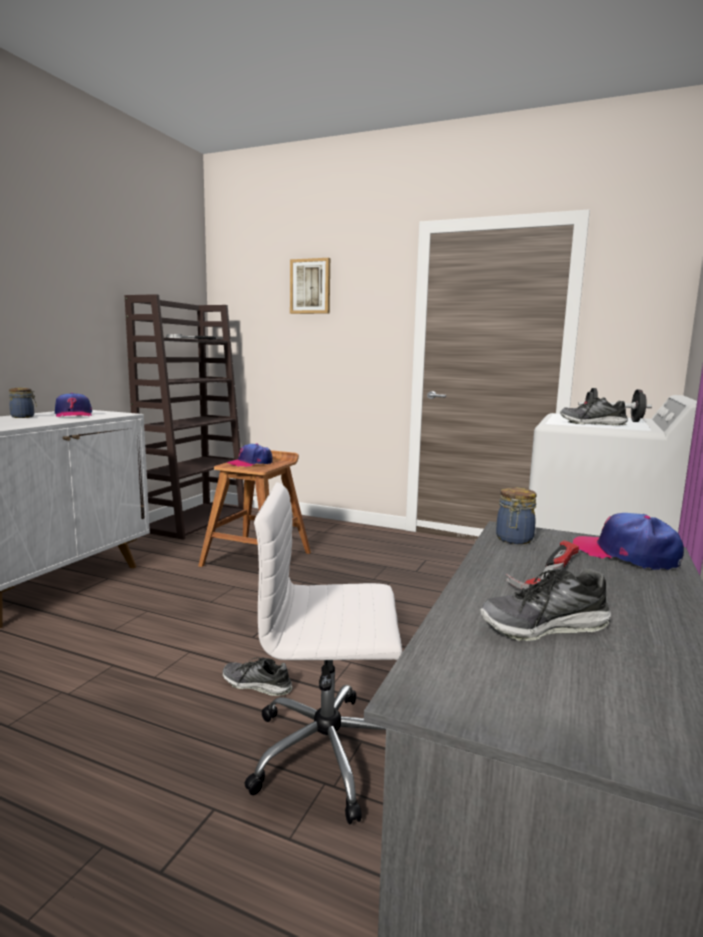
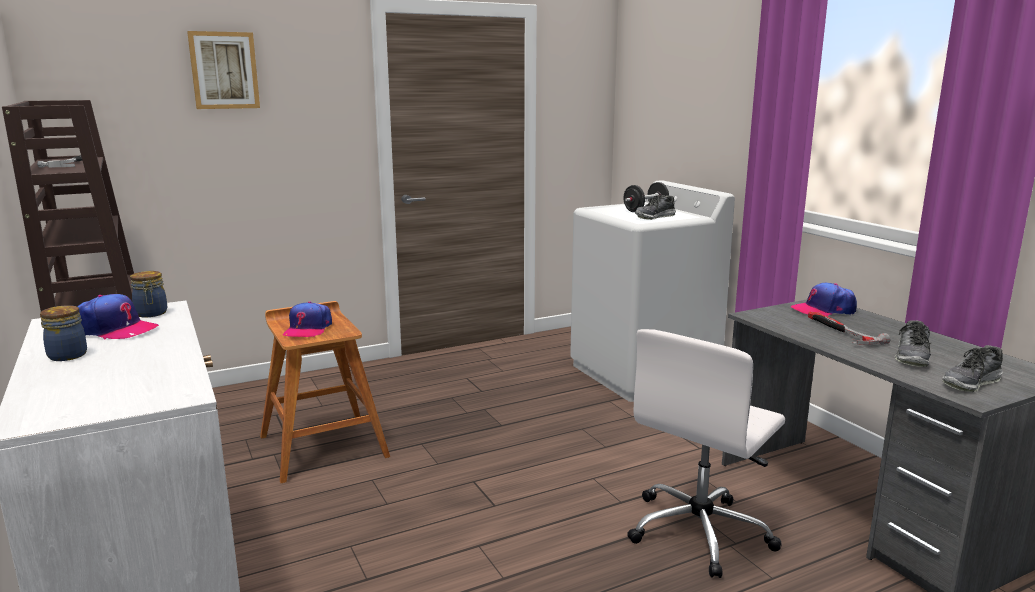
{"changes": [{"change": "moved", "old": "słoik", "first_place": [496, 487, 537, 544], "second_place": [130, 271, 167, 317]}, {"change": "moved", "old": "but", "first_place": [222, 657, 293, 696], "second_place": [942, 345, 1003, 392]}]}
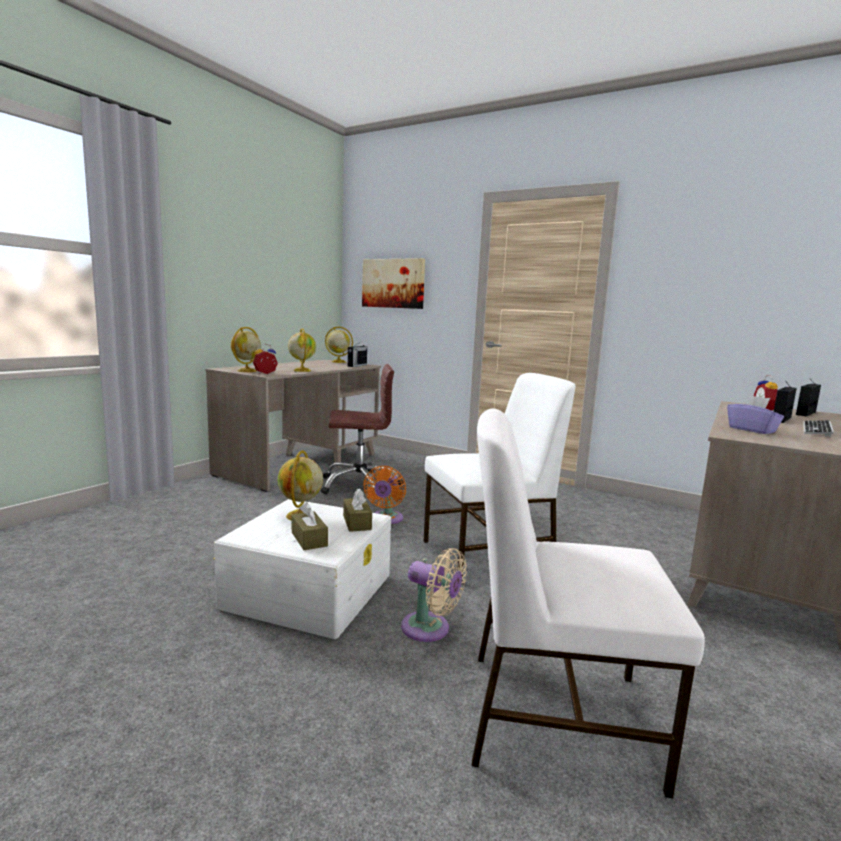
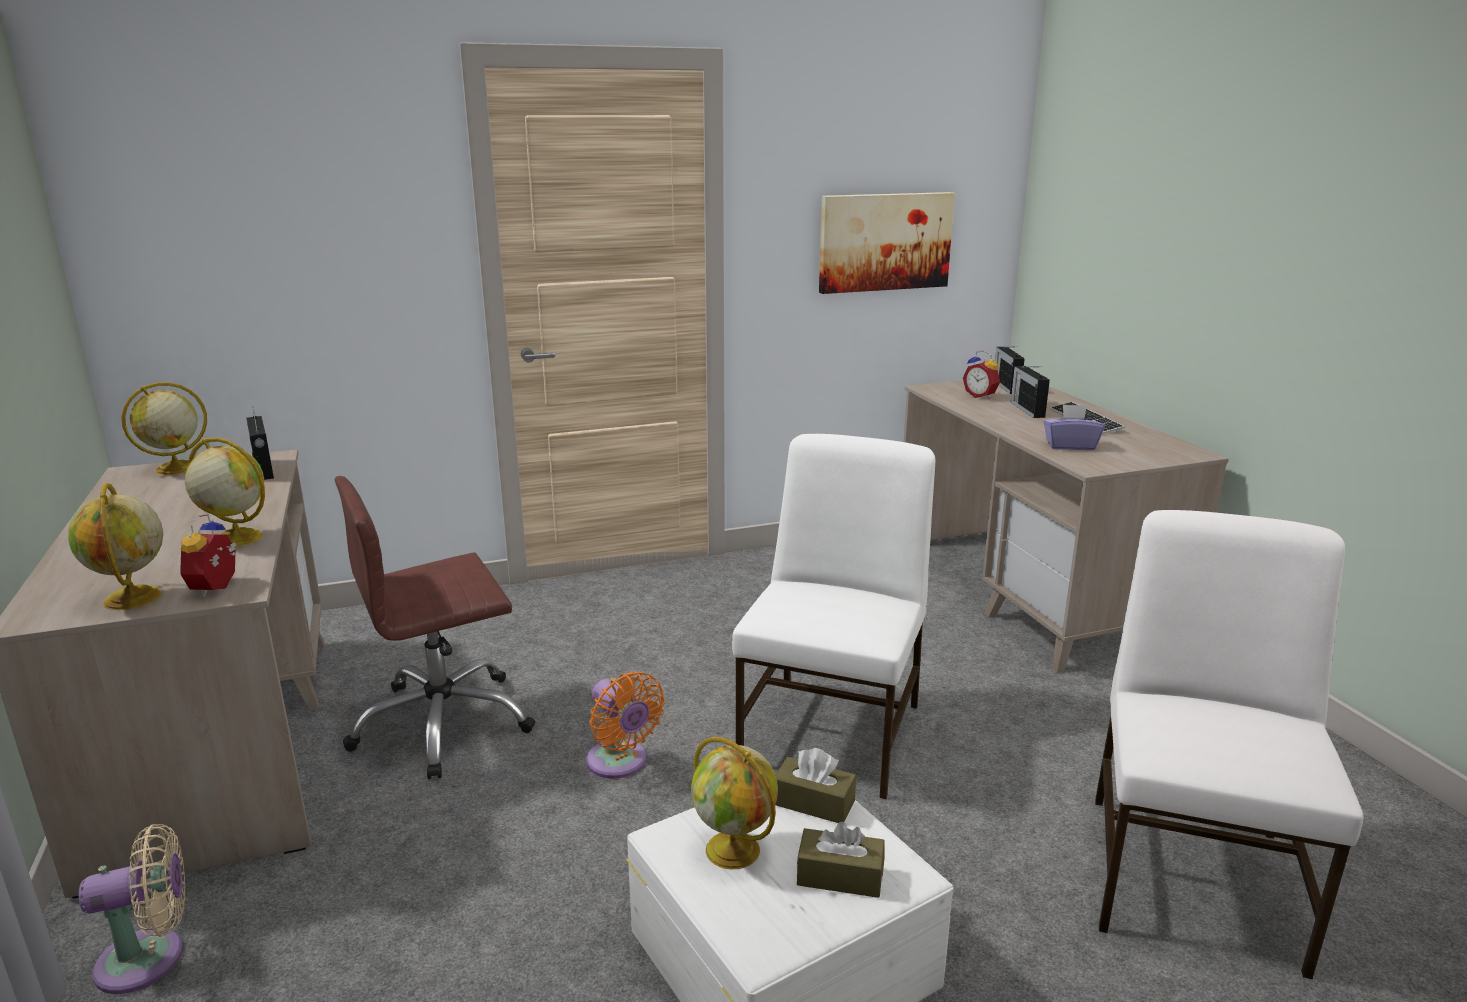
{"changes": [{"change": "moved", "old": "obraz", "first_place": [362, 258, 425, 309], "second_place": [819, 192, 955, 294]}, {"change": "turned", "old": "krzesło biurowe [brązowy]", "first_place": [321, 364, 404, 495], "second_place": [335, 476, 535, 779], "degrees": -150}, {"change": "turned", "old": "krzesło [biały]", "first_place": [472, 408, 705, 798], "second_place": [1095, 510, 1364, 979], "degrees": 150}, {"change": "moved", "old": "wentylator [beżowy]", "first_place": [401, 548, 467, 642], "second_place": [79, 824, 185, 994]}]}
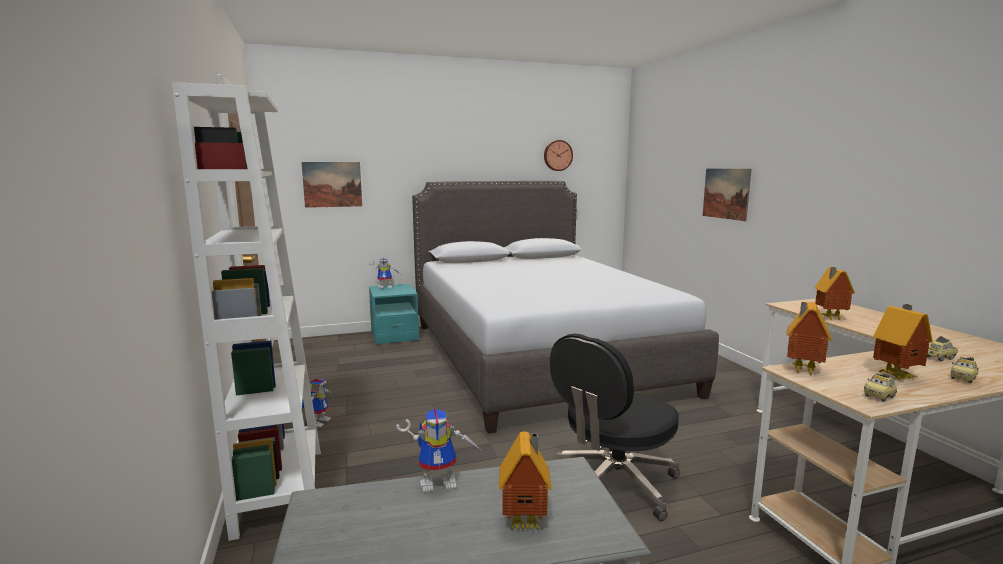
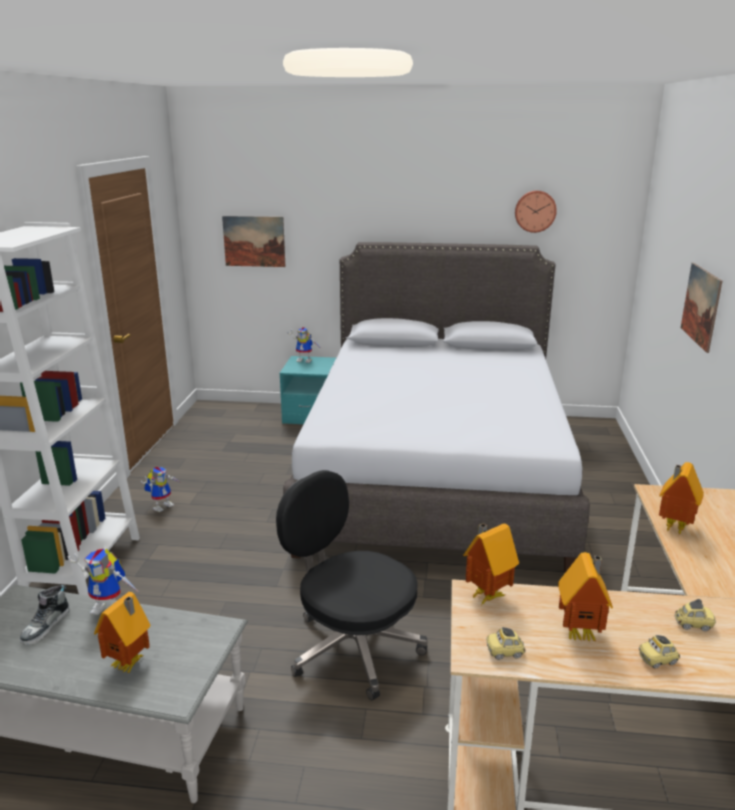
{"changes": [{"change": "turned", "old": "krzesło biurowe [czarny]", "first_place": [550, 333, 680, 521], "second_place": [276, 470, 428, 700], "degrees": 60}, {"change": "added", "new": "but", "second_place": [20, 585, 70, 645]}]}
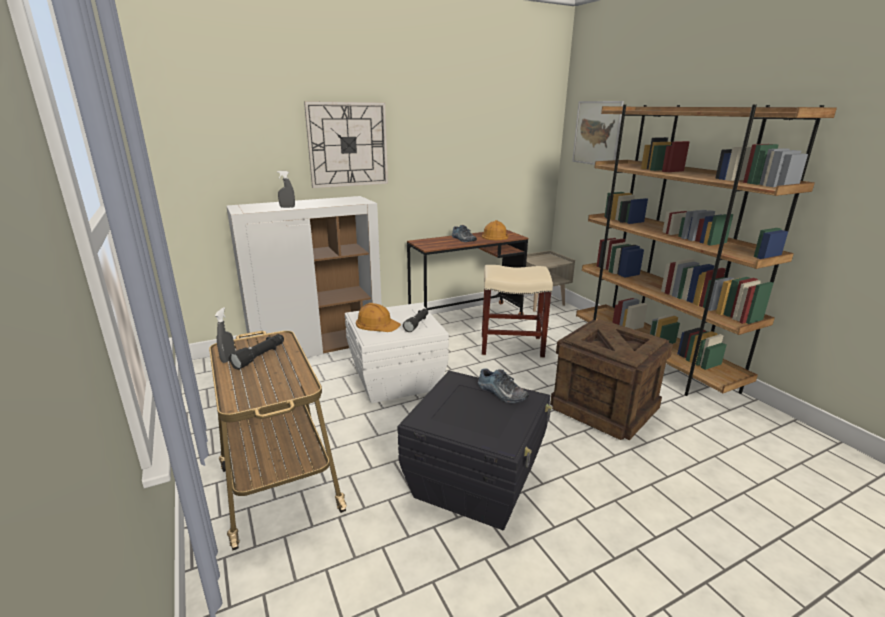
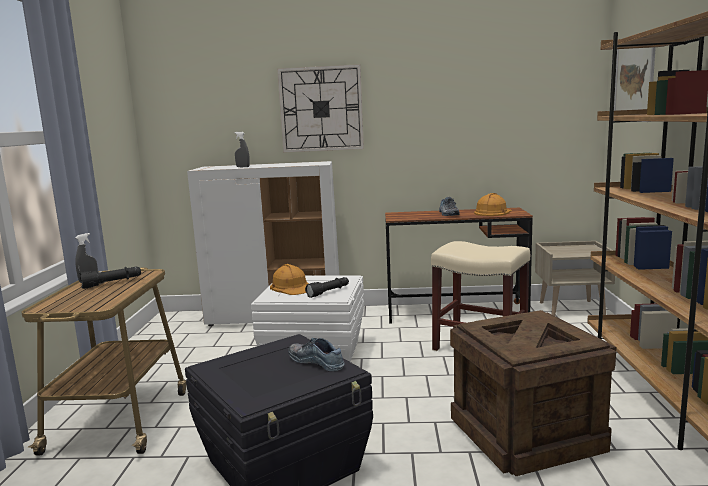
{"changes": [{"change": "turned", "old": "but", "first_place": [478, 368, 529, 403], "second_place": [288, 338, 345, 371], "degrees": 150}]}
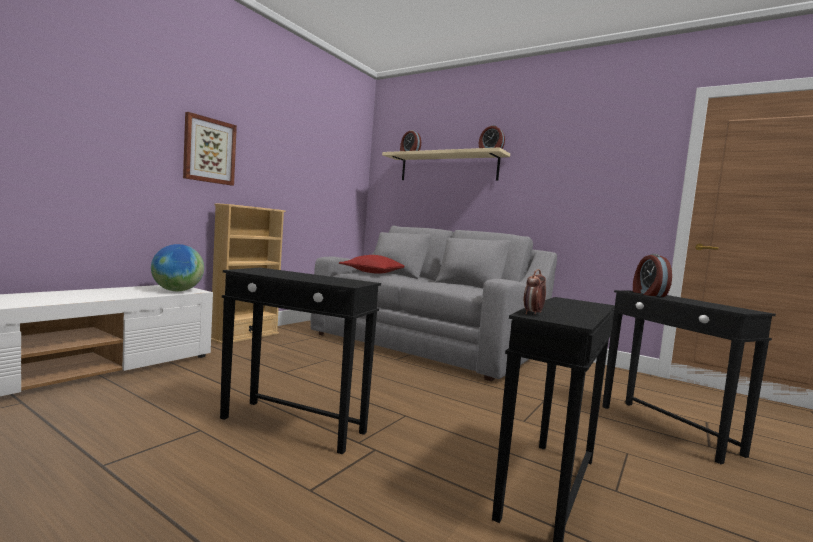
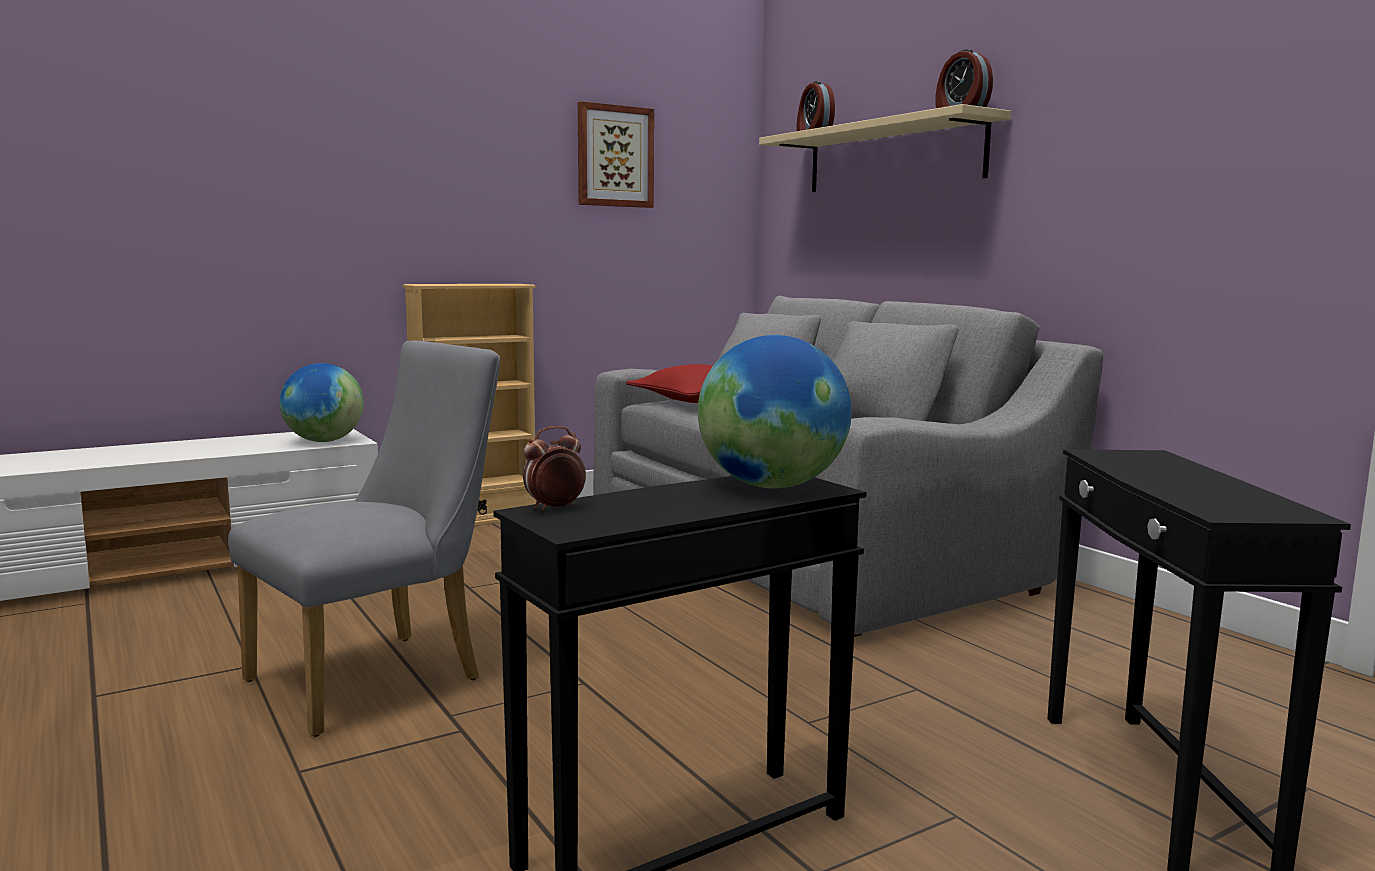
{"changes": [{"change": "moved", "old": "obraz", "first_place": [183, 112, 237, 186], "second_place": [578, 101, 654, 208]}, {"change": "removed", "old": "budzik", "first_place": [633, 254, 672, 297]}, {"change": "replaced", "old": "stolik [czarny]", "new": "krzesło [szary]", "first_place": [220, 267, 381, 454], "second_place": [228, 341, 500, 737]}, {"change": "added", "new": "globus", "second_place": [698, 335, 852, 488]}]}
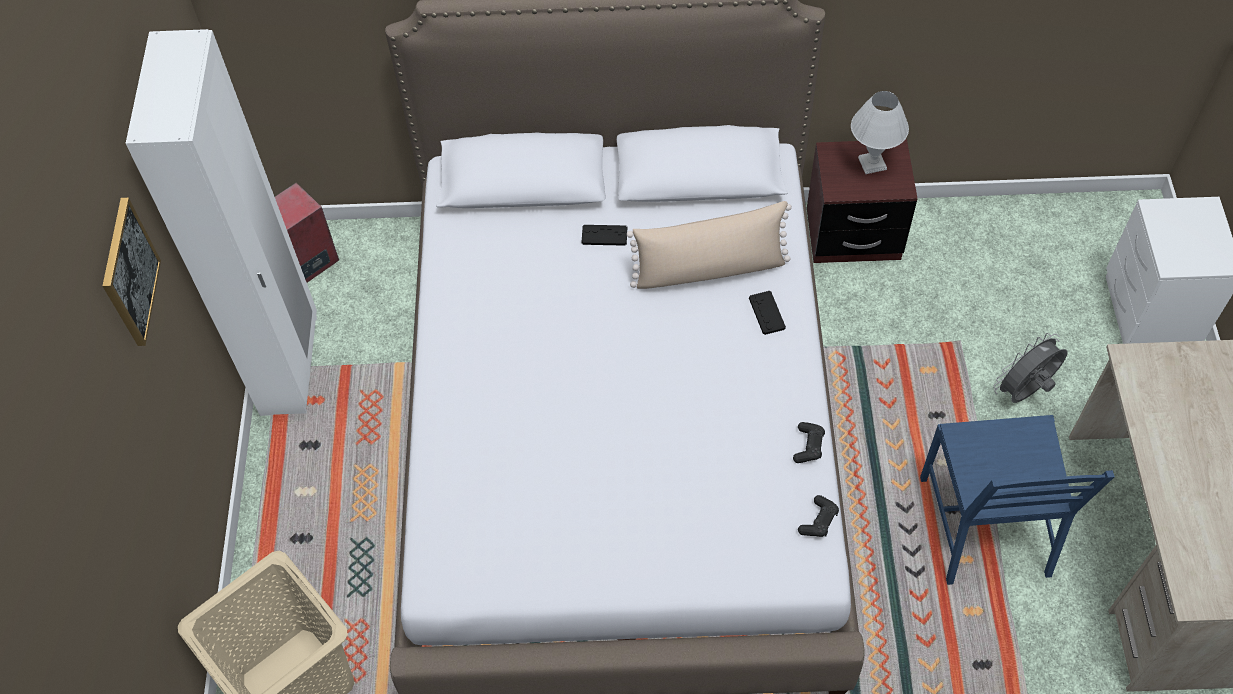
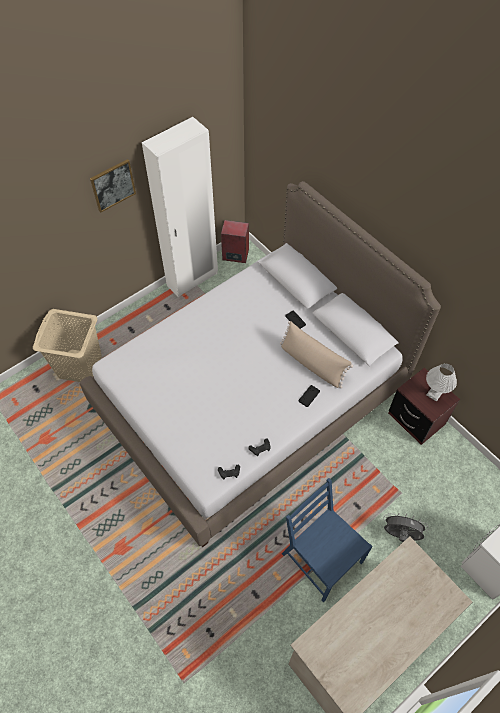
{"changes": [{"change": "turned", "old": "krzesło [niebieski]", "first_place": [920, 415, 1115, 585], "second_place": [282, 478, 373, 602], "degrees": 90}]}
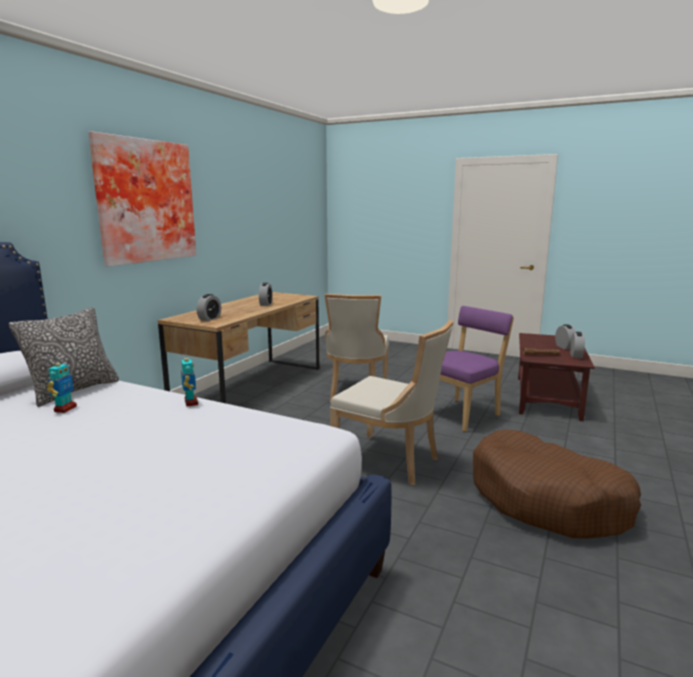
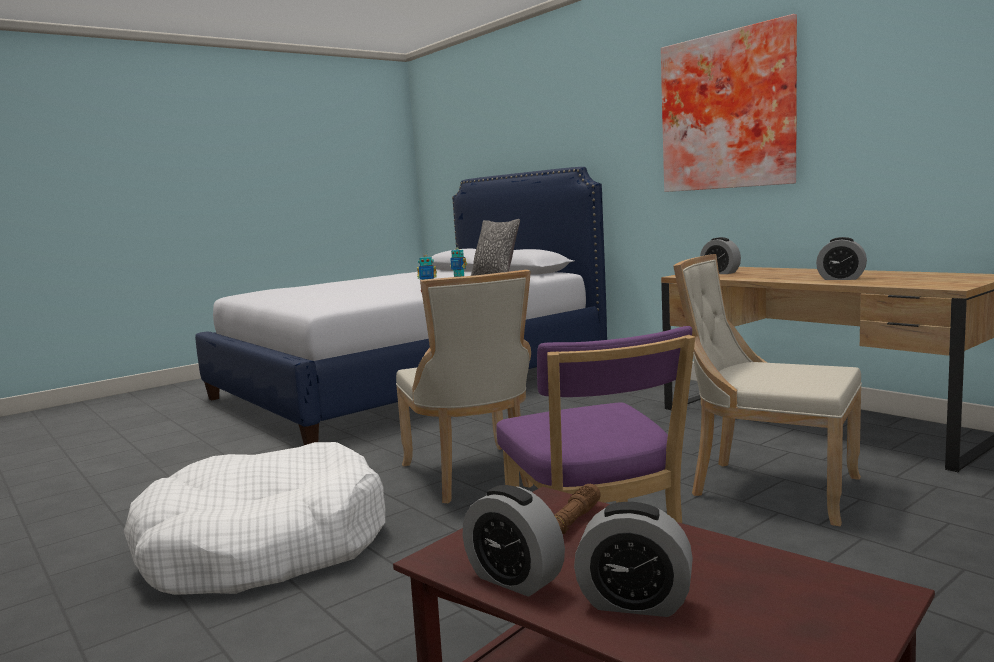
{"changes": [{"change": "turned", "old": "krzesło [beżowy]", "first_place": [330, 320, 454, 486], "second_place": [396, 270, 533, 503], "degrees": -75}, {"change": "recoloured", "old": "legowisko [brązowy]", "new": "legowisko [biały]", "first_place": [473, 429, 641, 539], "second_place": [124, 442, 385, 595]}]}
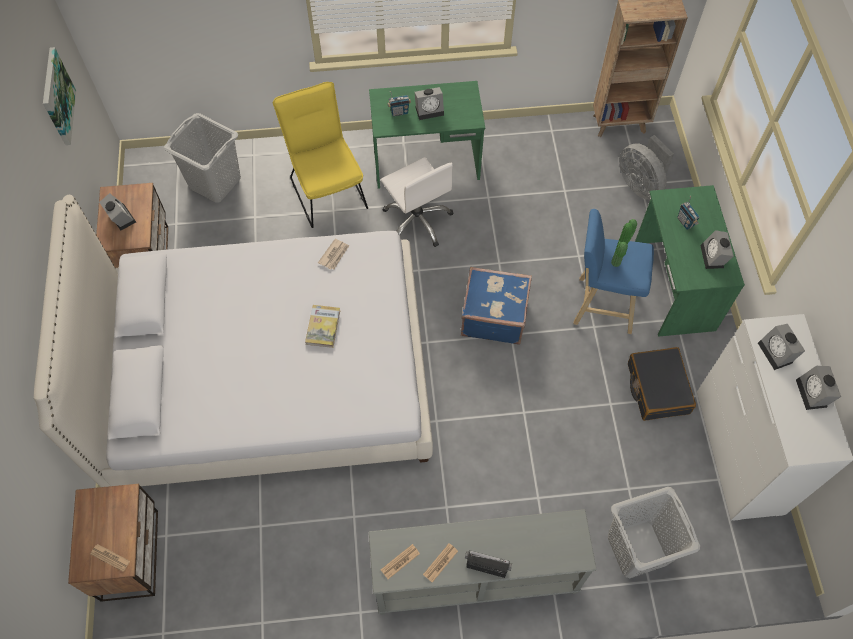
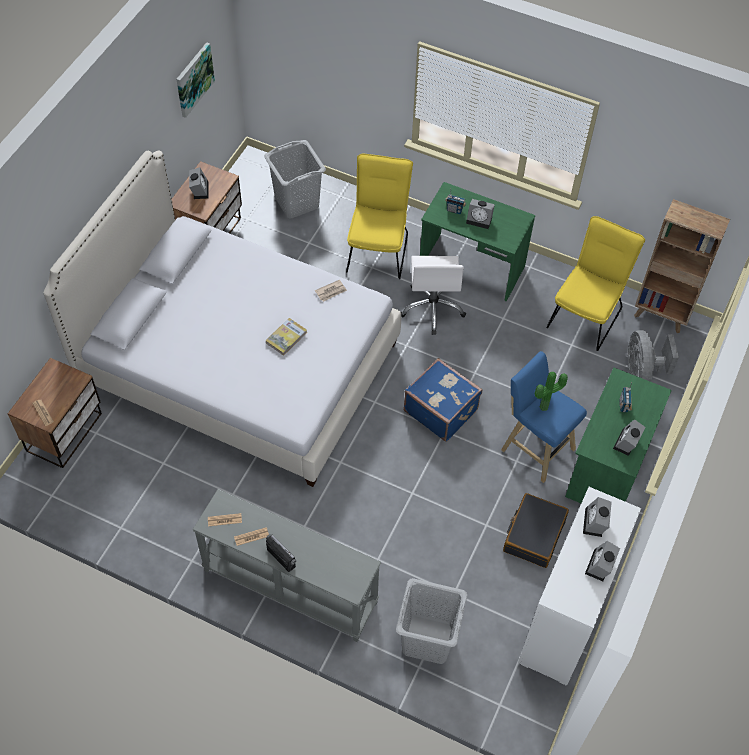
{"changes": [{"change": "added", "new": "krzesło [żółty]", "second_place": [546, 216, 645, 351]}]}
